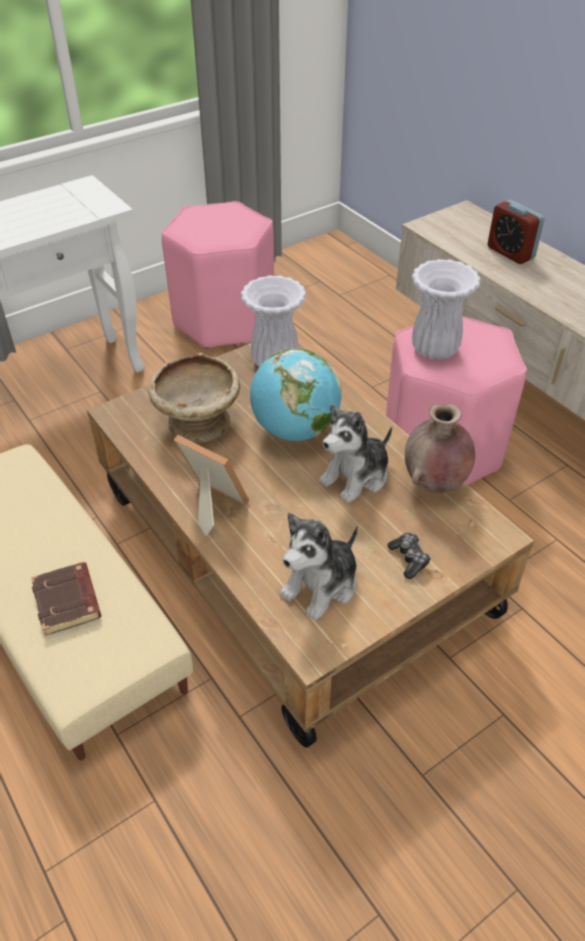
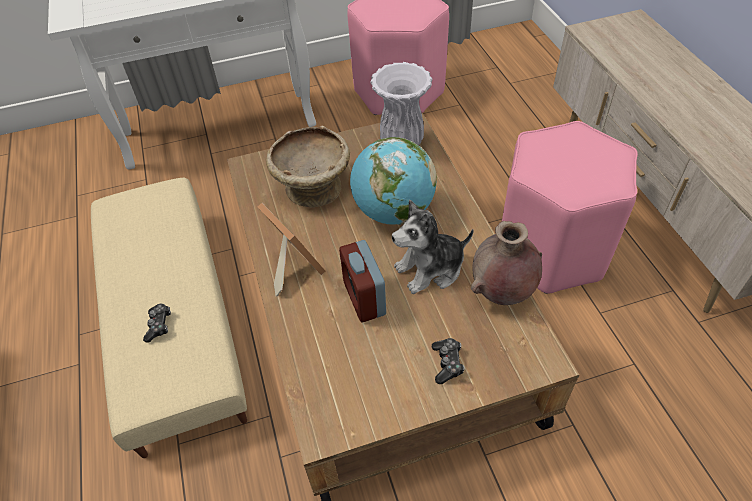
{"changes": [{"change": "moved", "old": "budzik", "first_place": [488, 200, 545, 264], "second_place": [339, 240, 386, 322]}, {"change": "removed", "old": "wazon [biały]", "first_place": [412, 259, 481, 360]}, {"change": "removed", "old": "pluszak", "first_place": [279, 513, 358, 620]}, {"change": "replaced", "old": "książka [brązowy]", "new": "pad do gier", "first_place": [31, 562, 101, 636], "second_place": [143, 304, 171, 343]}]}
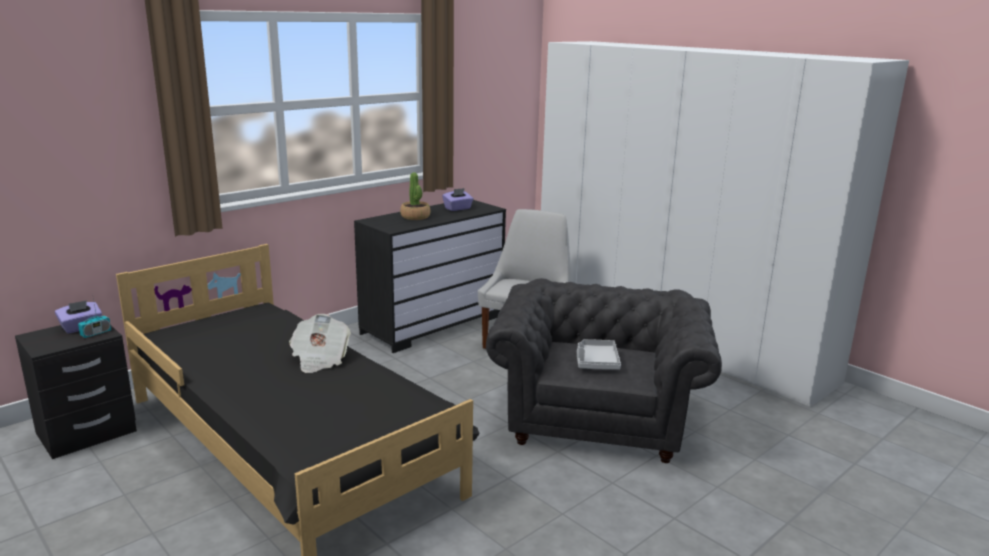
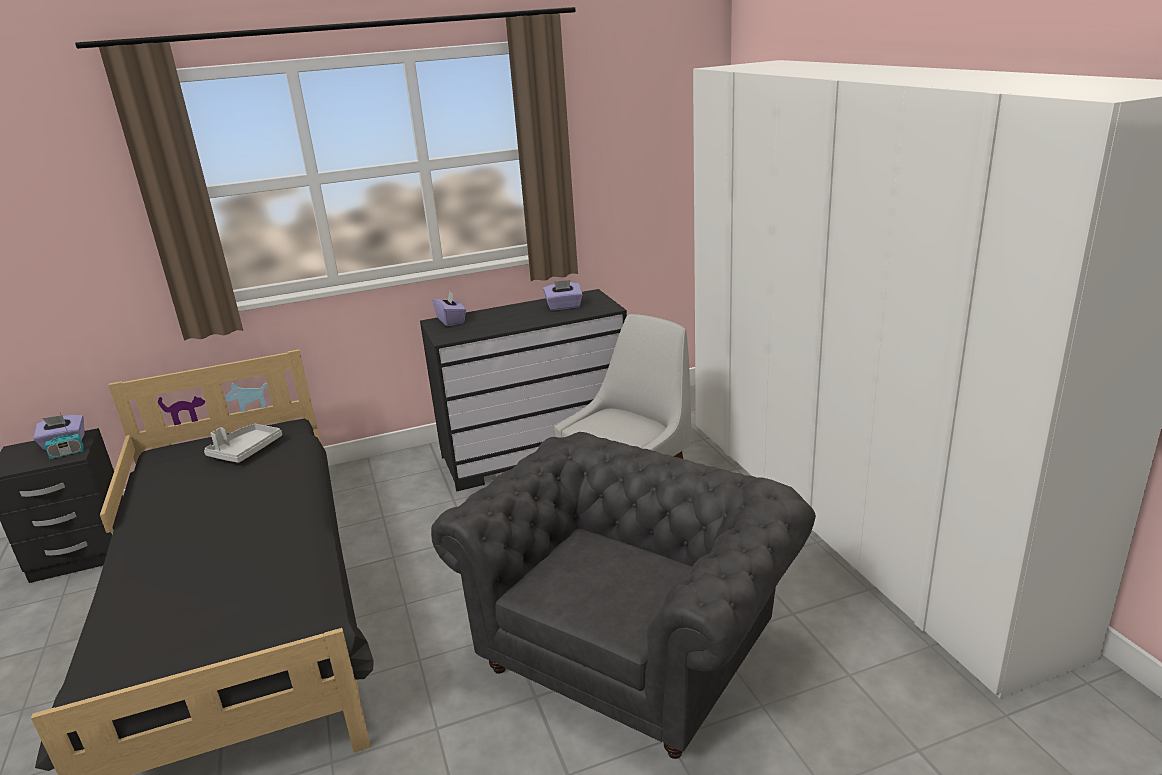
{"changes": [{"change": "removed", "old": "roślina doniczkowa", "first_place": [400, 172, 431, 220]}, {"change": "removed", "old": "gazeta", "first_place": [289, 314, 351, 373]}, {"change": "moved", "old": "taca [szary]", "first_place": [577, 339, 621, 370], "second_place": [204, 424, 282, 463]}, {"change": "added", "new": "pudełko chusteczek [fioletowy]", "second_place": [433, 291, 466, 326]}]}
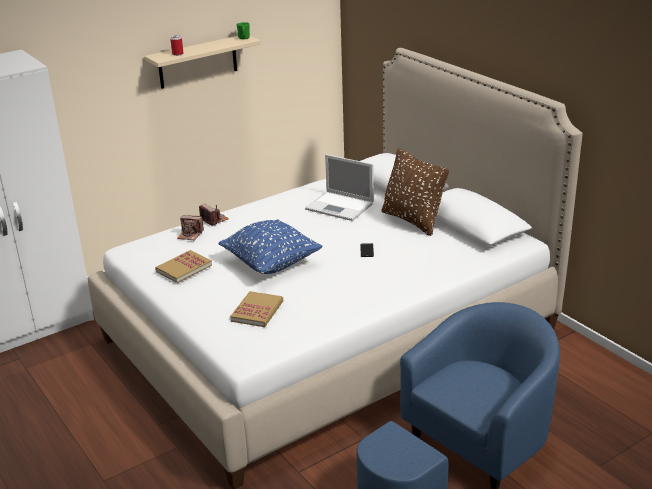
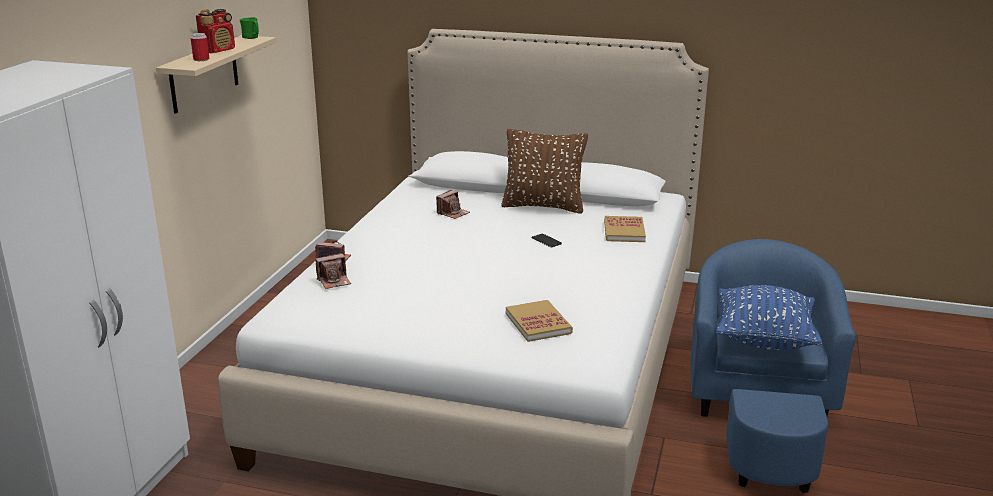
{"changes": [{"change": "replaced", "old": "laptop", "new": "aparat fotograficzny", "first_place": [305, 154, 374, 221], "second_place": [436, 190, 470, 219]}, {"change": "moved", "old": "poduszka [niebieski]", "first_place": [218, 219, 323, 274], "second_place": [716, 285, 822, 350]}, {"change": "moved", "old": "książka", "first_place": [155, 250, 212, 283], "second_place": [604, 216, 646, 242]}, {"change": "added", "new": "radio", "second_place": [196, 9, 235, 54]}]}
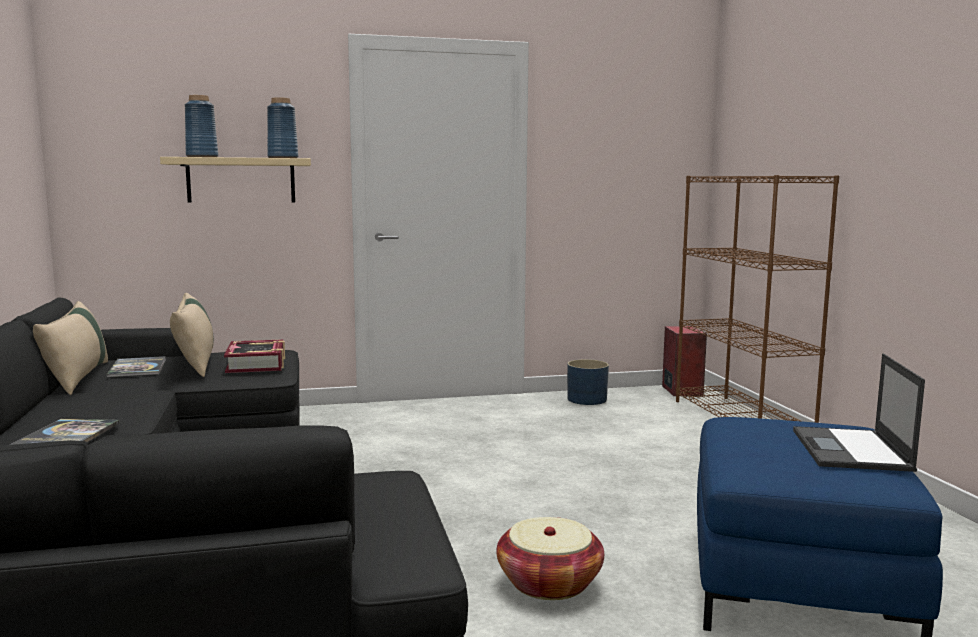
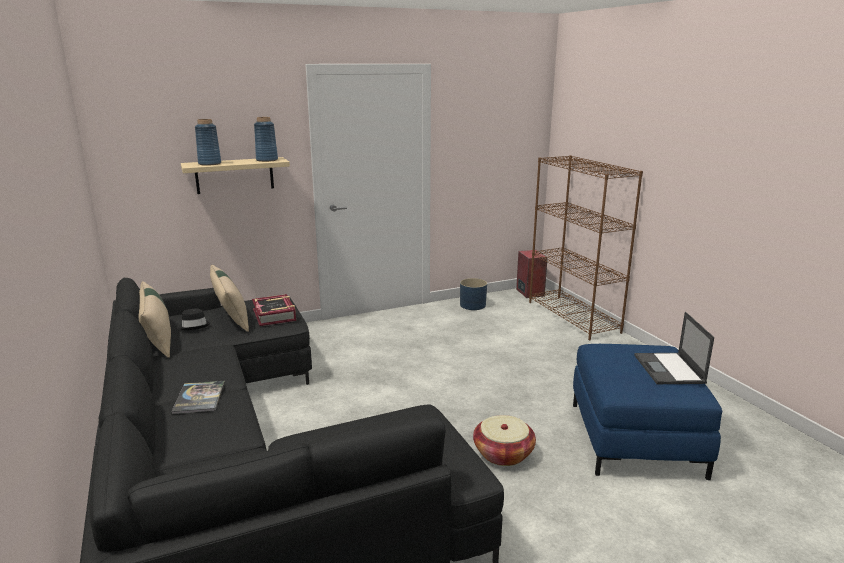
{"changes": [{"change": "replaced", "old": "książka", "new": "kapelusz [czarny]", "first_place": [107, 356, 166, 378], "second_place": [178, 308, 210, 330]}]}
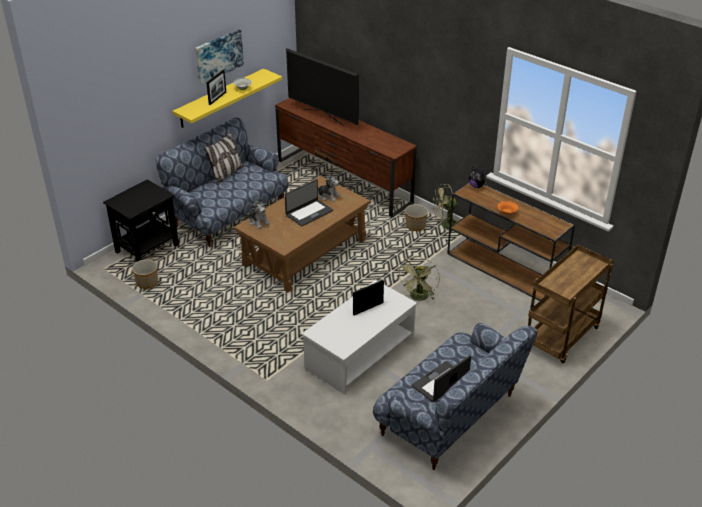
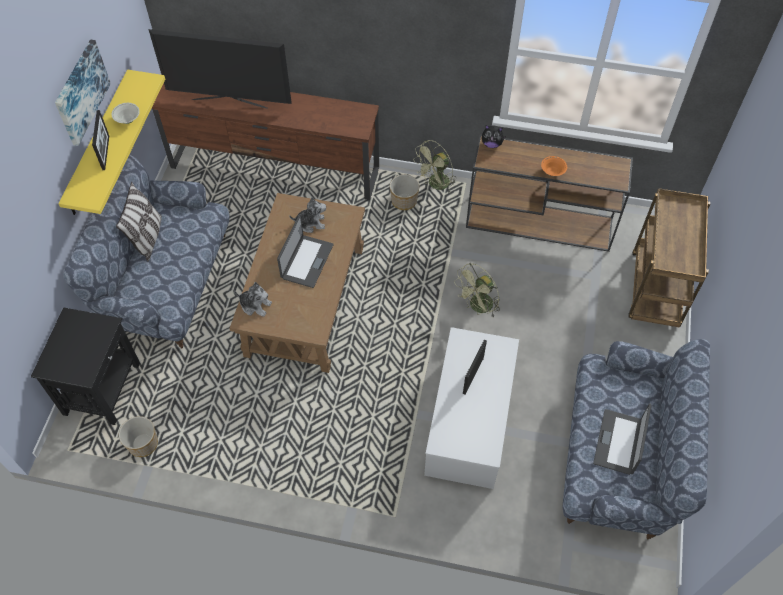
{"changes": [{"change": "turned", "old": "wentylator [zielony]", "first_place": [399, 257, 440, 301], "second_place": [454, 263, 500, 317], "degrees": 60}]}
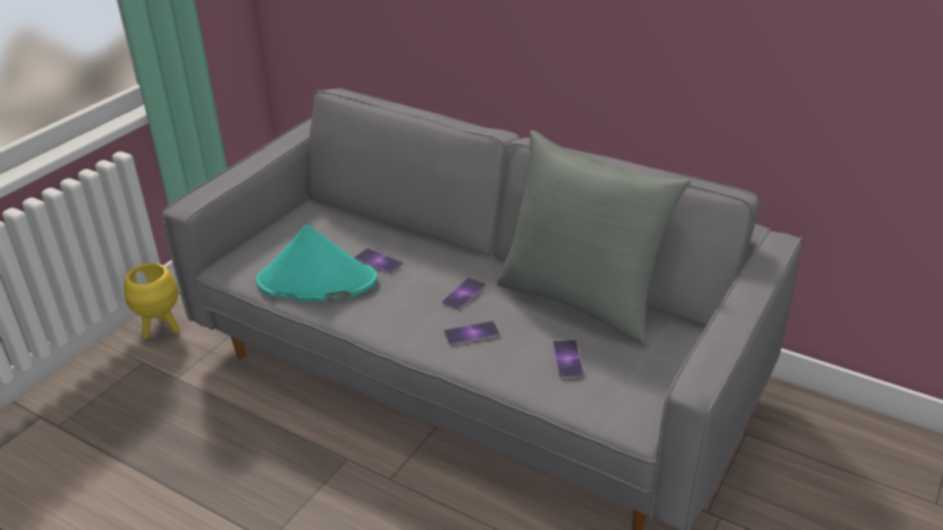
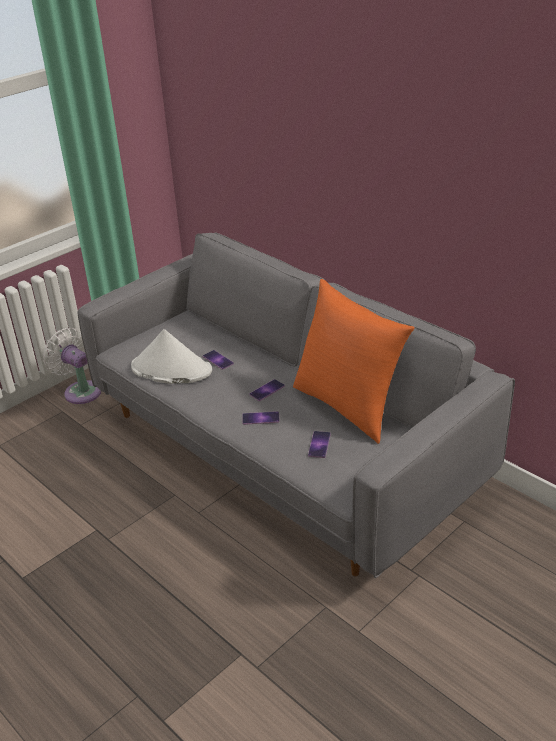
{"changes": [{"change": "recoloured", "old": "poduszka [szary]", "new": "poduszka [pomarańczowy]", "first_place": [497, 130, 691, 347], "second_place": [293, 279, 415, 444]}, {"change": "recoloured", "old": "kapelusz [turkusowy]", "new": "kapelusz [biały]", "first_place": [256, 225, 378, 302], "second_place": [131, 329, 212, 384]}, {"change": "replaced", "old": "donica [żółty]", "new": "wentylator [biały]", "first_place": [124, 263, 180, 339], "second_place": [43, 328, 101, 404]}]}
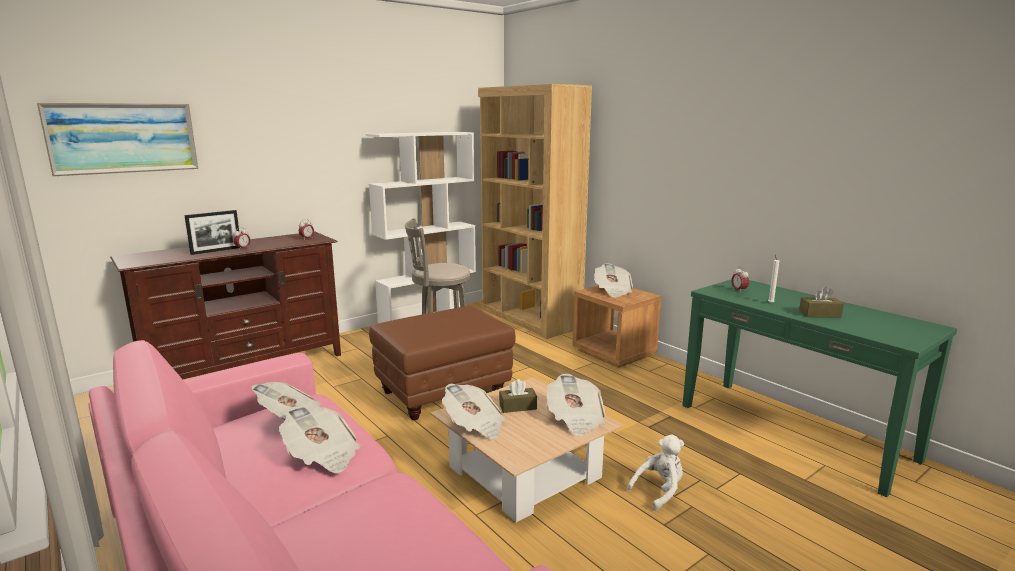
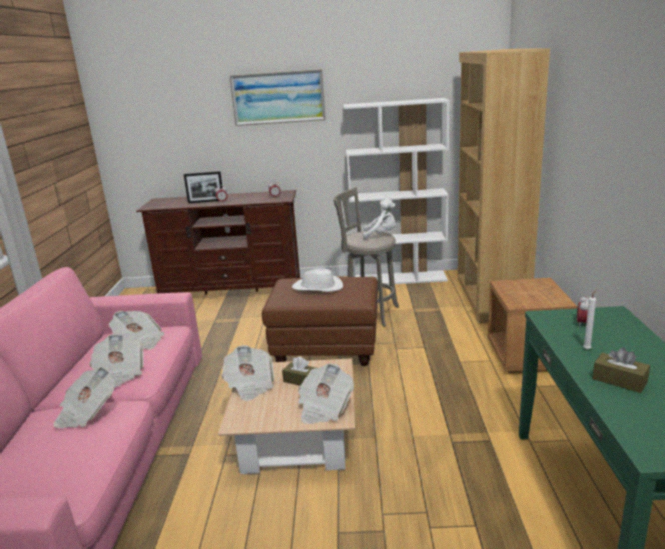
{"changes": [{"change": "moved", "old": "obraz", "first_place": [37, 103, 198, 176], "second_place": [229, 69, 326, 126]}, {"change": "moved", "old": "gazeta", "first_place": [594, 263, 633, 297], "second_place": [53, 367, 115, 428]}, {"change": "moved", "old": "pluszak [biały]", "first_place": [627, 435, 684, 511], "second_place": [363, 198, 396, 239]}, {"change": "added", "new": "kapelusz [biały]", "second_place": [292, 268, 343, 292]}]}
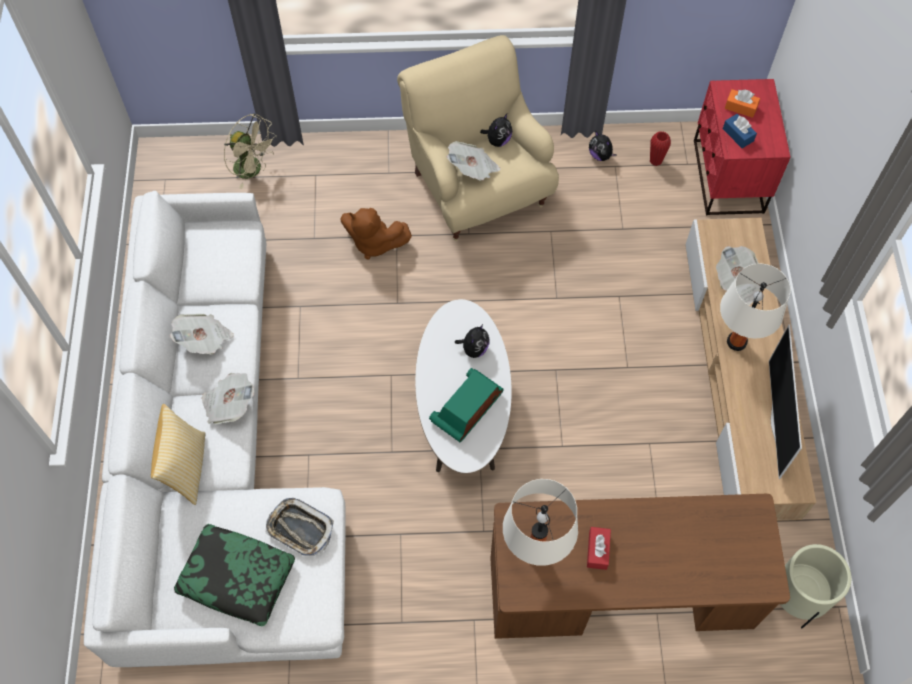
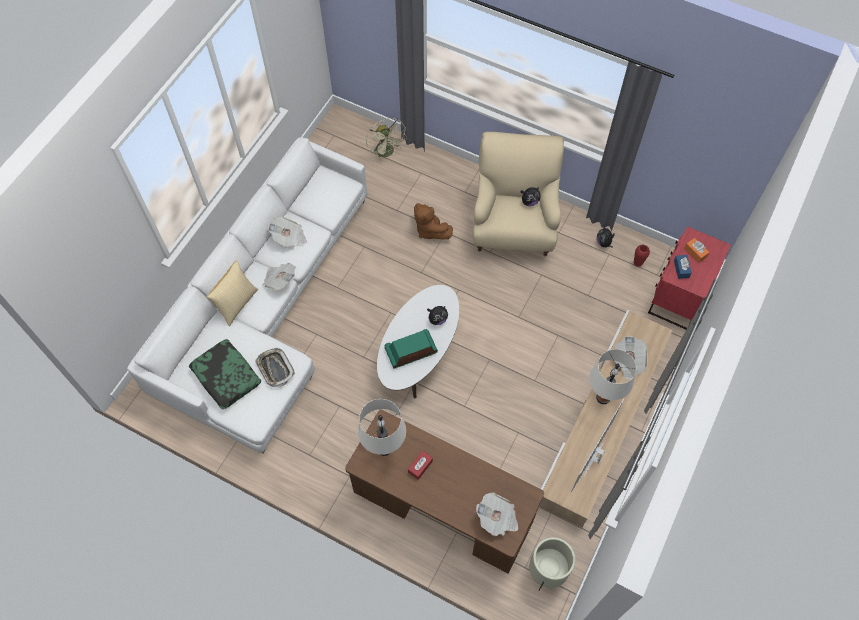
{"changes": [{"change": "moved", "old": "gazeta", "first_place": [446, 141, 500, 181], "second_place": [476, 492, 519, 537]}]}
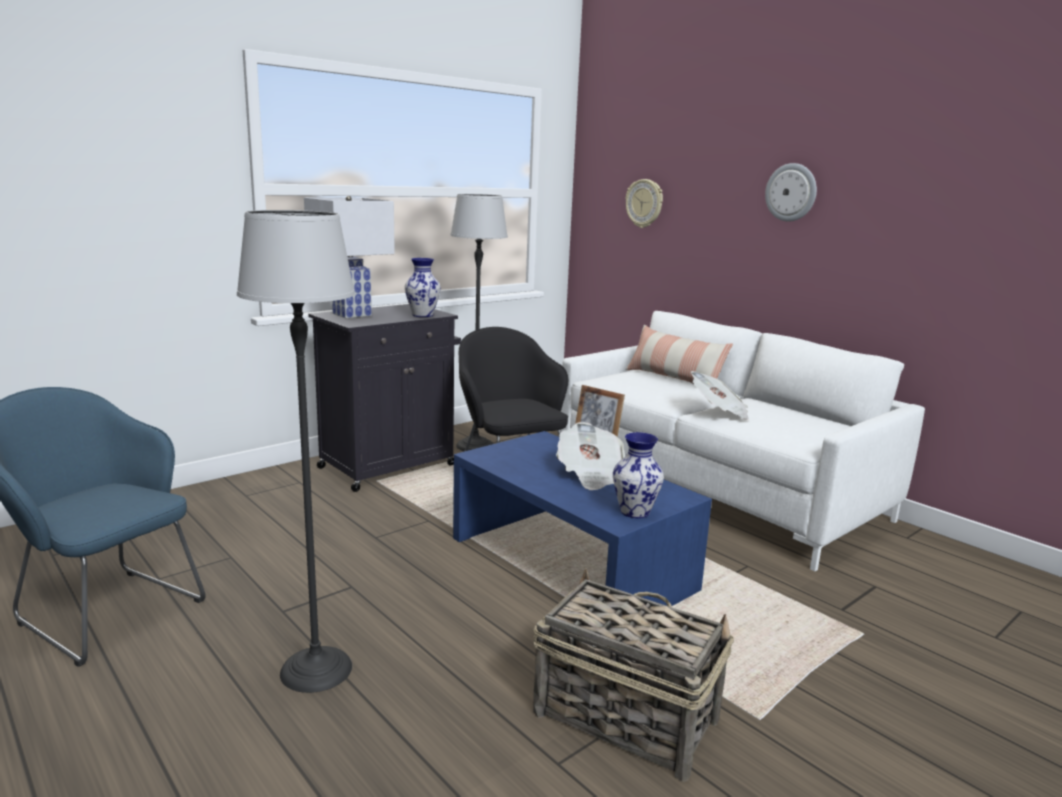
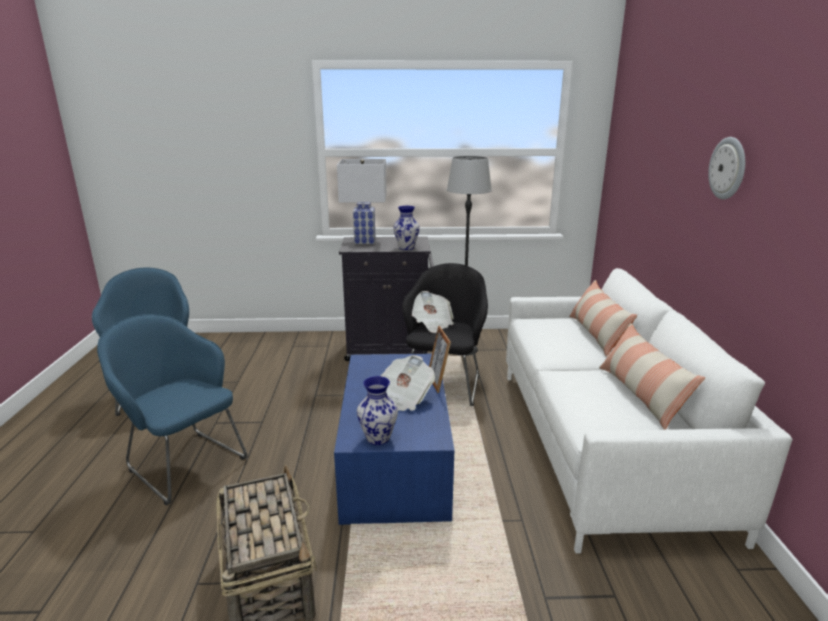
{"changes": [{"change": "removed", "old": "zegar ścienny", "first_place": [626, 179, 663, 228]}, {"change": "replaced", "old": "lampa stojąca", "new": "fotel [niebieski]", "first_place": [237, 210, 355, 693], "second_place": [97, 314, 247, 505]}, {"change": "moved", "old": "gazeta", "first_place": [691, 371, 749, 420], "second_place": [412, 291, 454, 333]}, {"change": "added", "new": "poduszka", "second_place": [599, 323, 705, 430]}]}
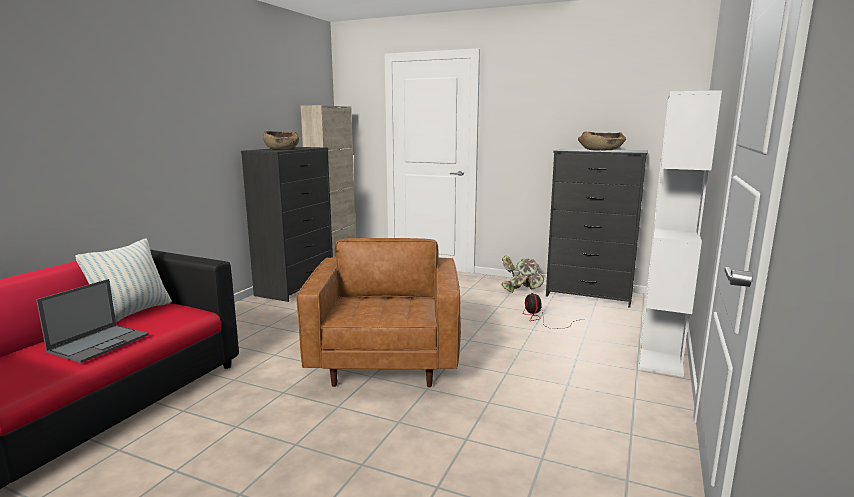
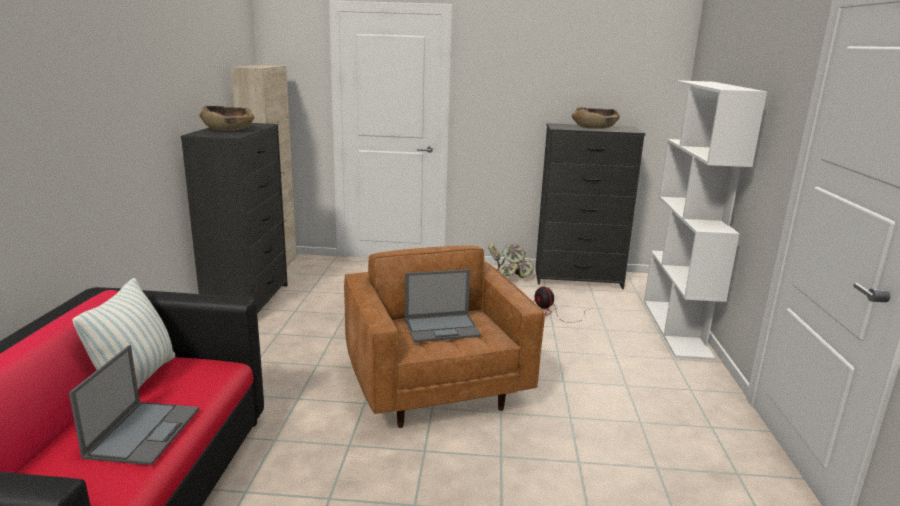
{"changes": [{"change": "added", "new": "laptop", "second_place": [405, 269, 481, 342]}]}
